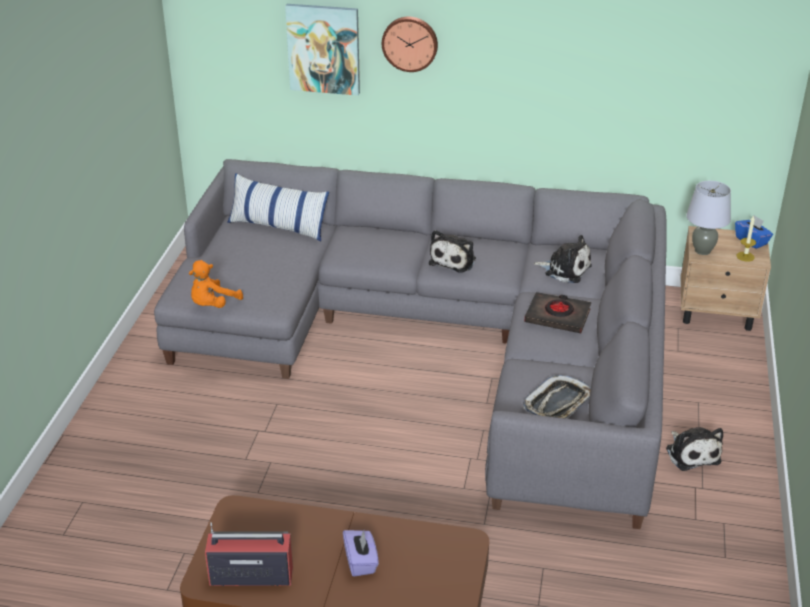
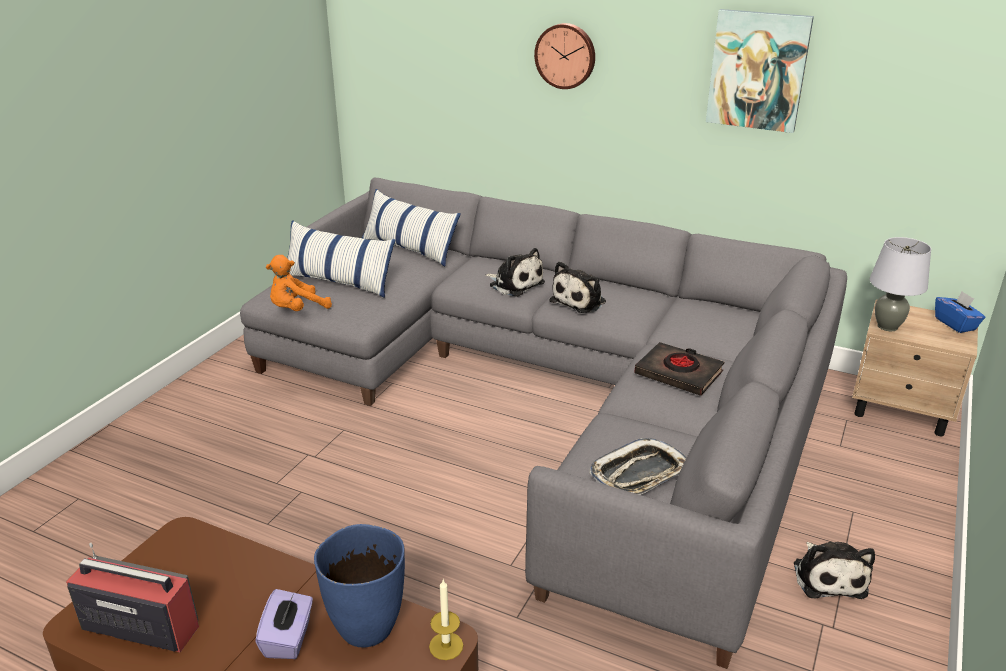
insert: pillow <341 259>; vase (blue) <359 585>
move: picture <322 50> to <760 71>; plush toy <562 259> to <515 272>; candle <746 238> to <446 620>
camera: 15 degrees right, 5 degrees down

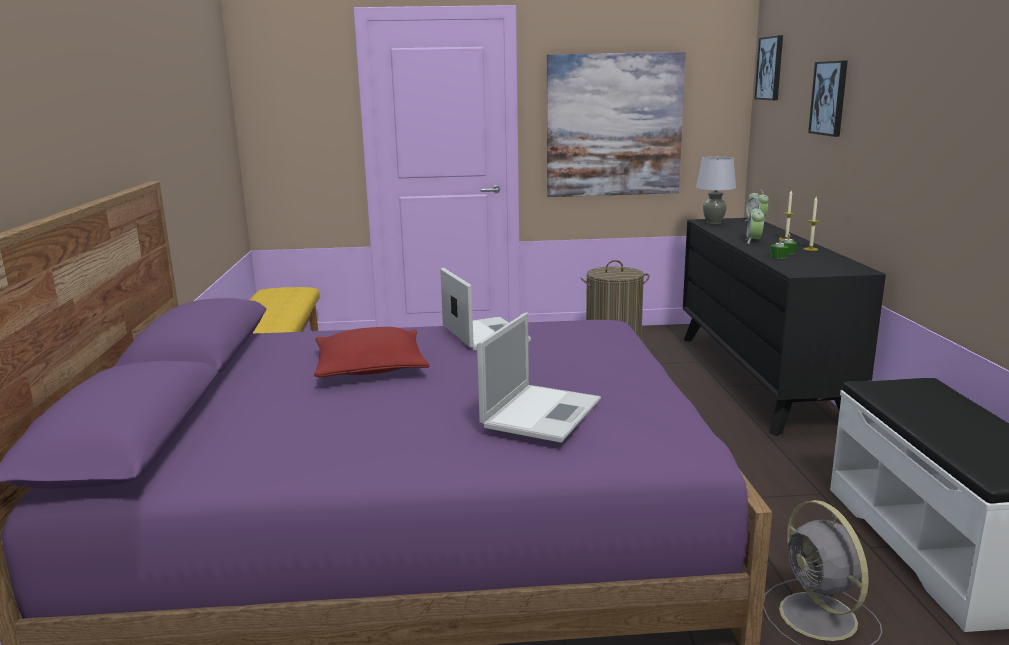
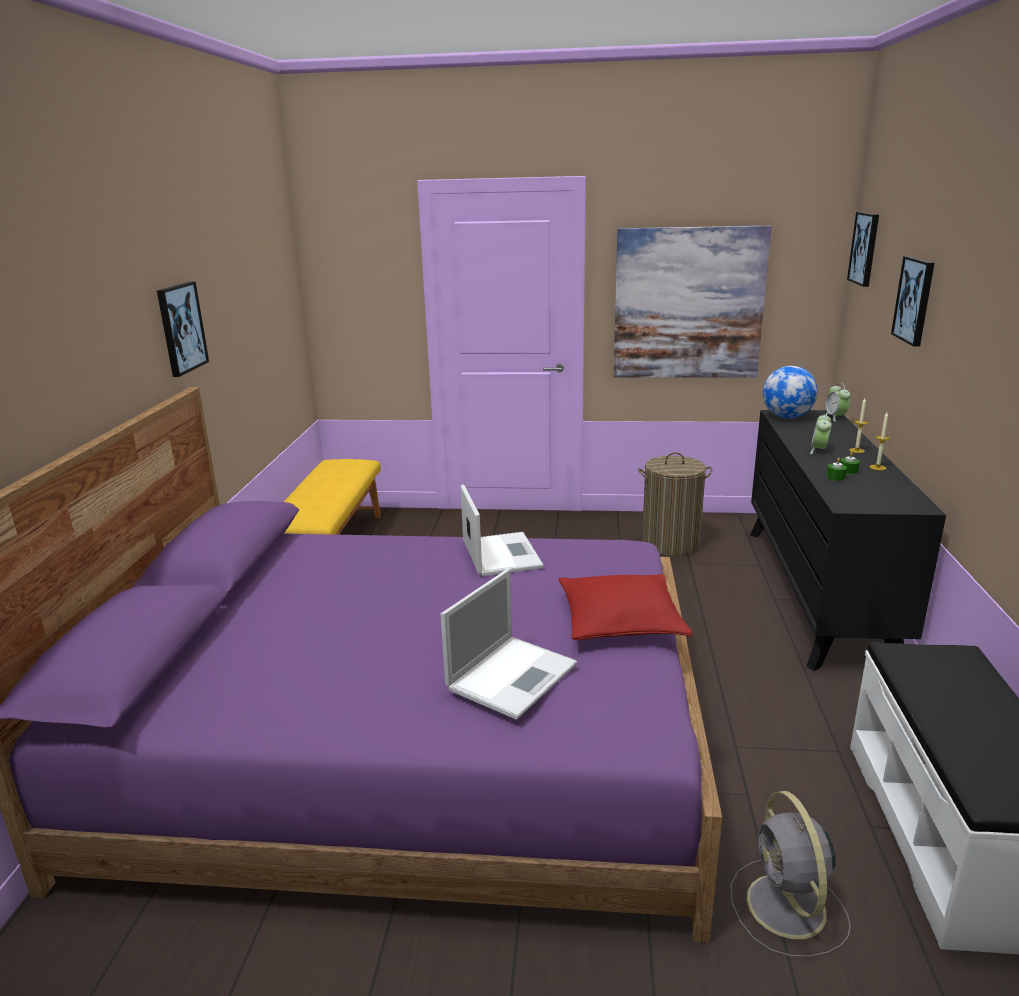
insert: picture <183 329>
move: pillow (red) <372 352> to <626 607>
replace: table lamp (grey) <716 190> to globe <790 392>
camera: 10 degrees right, 5 degrees up

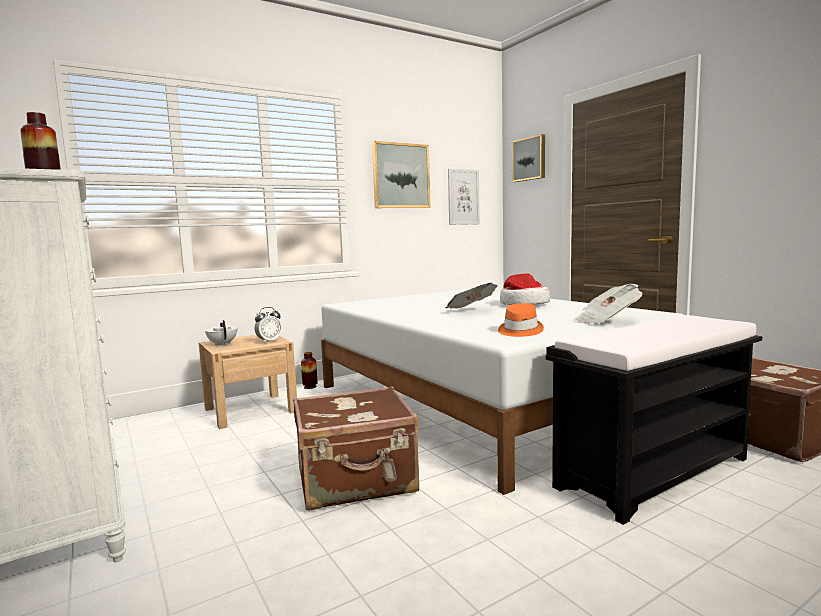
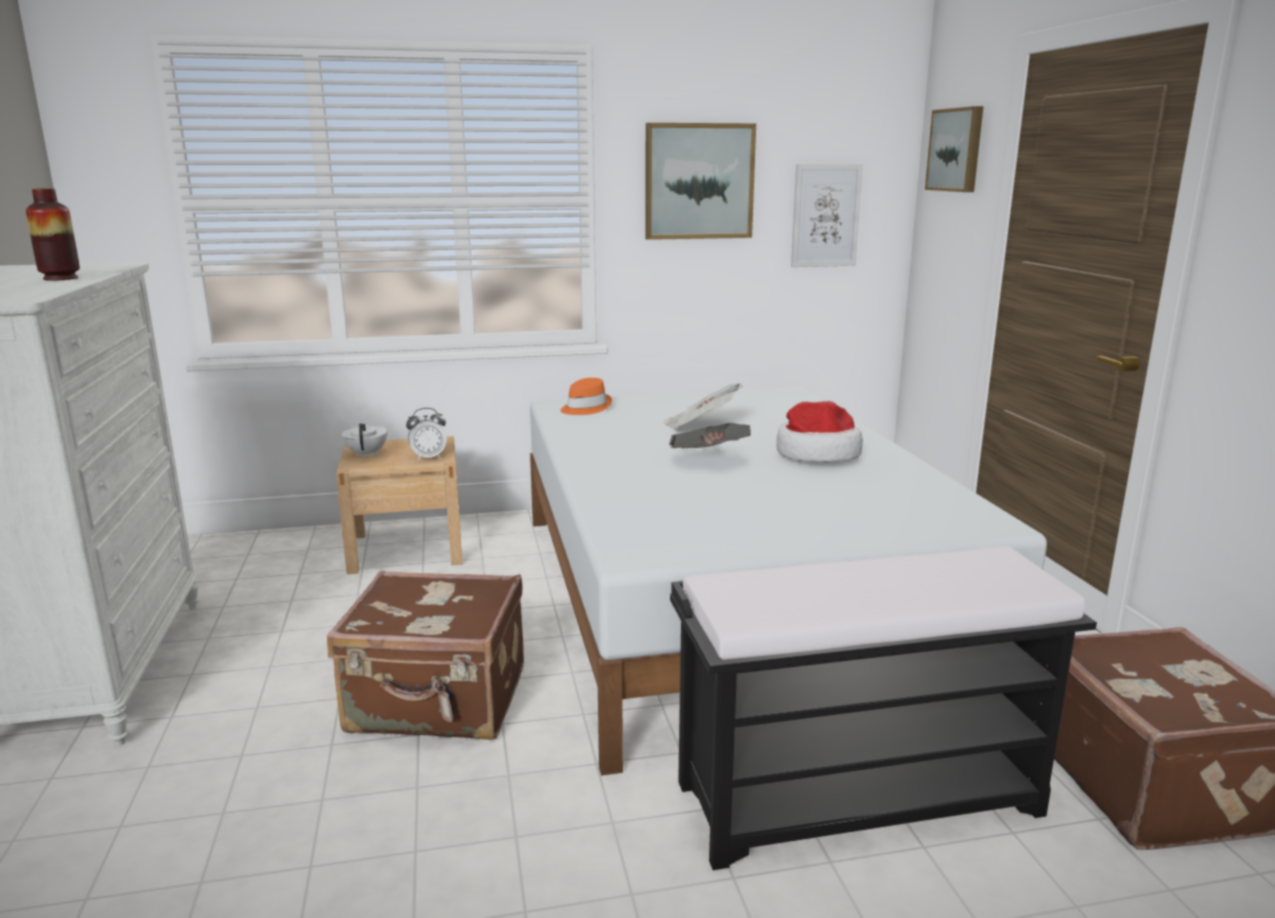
delete: vase <309 370>
move: hat (orange) <521 320> to <586 396>; newspaper <607 303> to <703 406>
camera: 20 degrees right, 10 degrees up

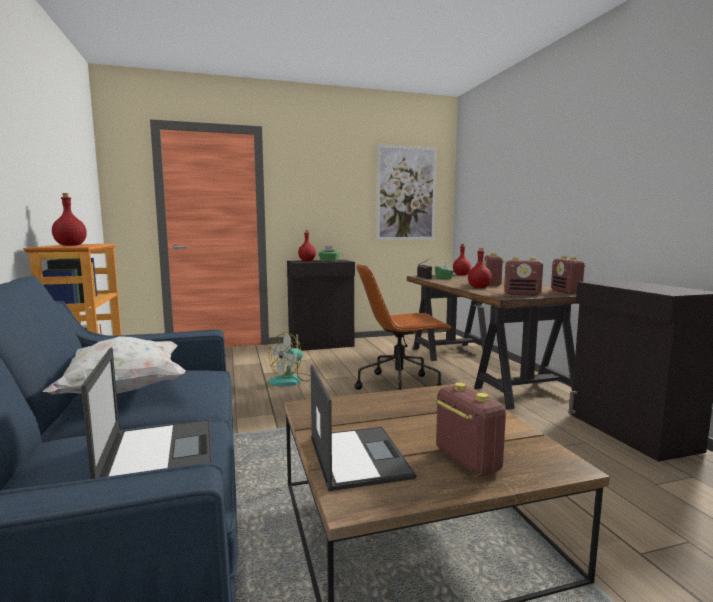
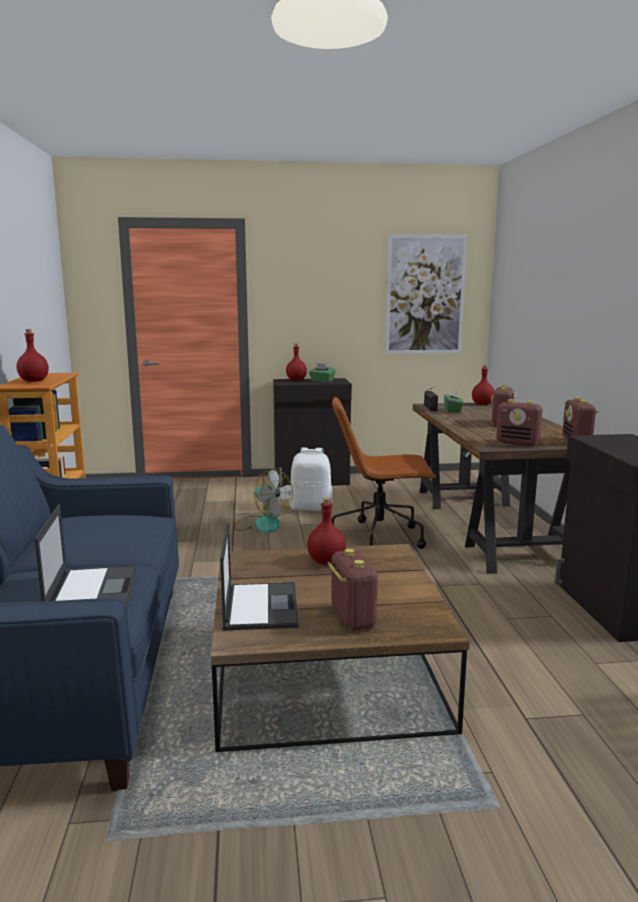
delete: pillow (white) <114 365>
insert: backpack (white) <311 479>
move: bottle (red) <480 268> to <326 531>
rotate: fan <289 359> = <263 500> 105 degrees counterclockwise
camera: 10 degrees right, 5 degrees up

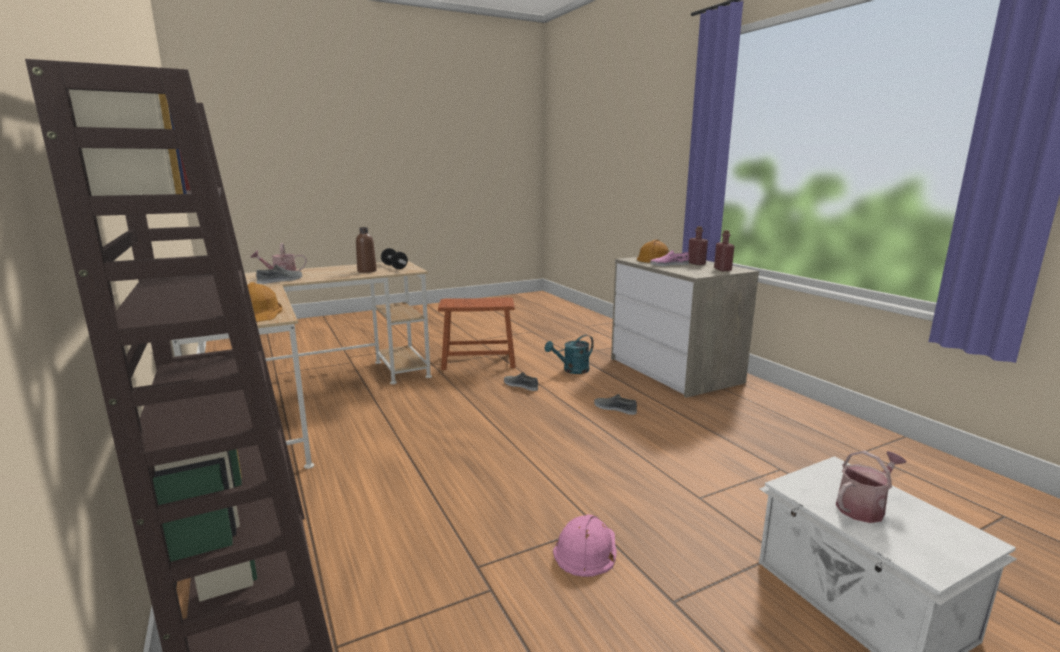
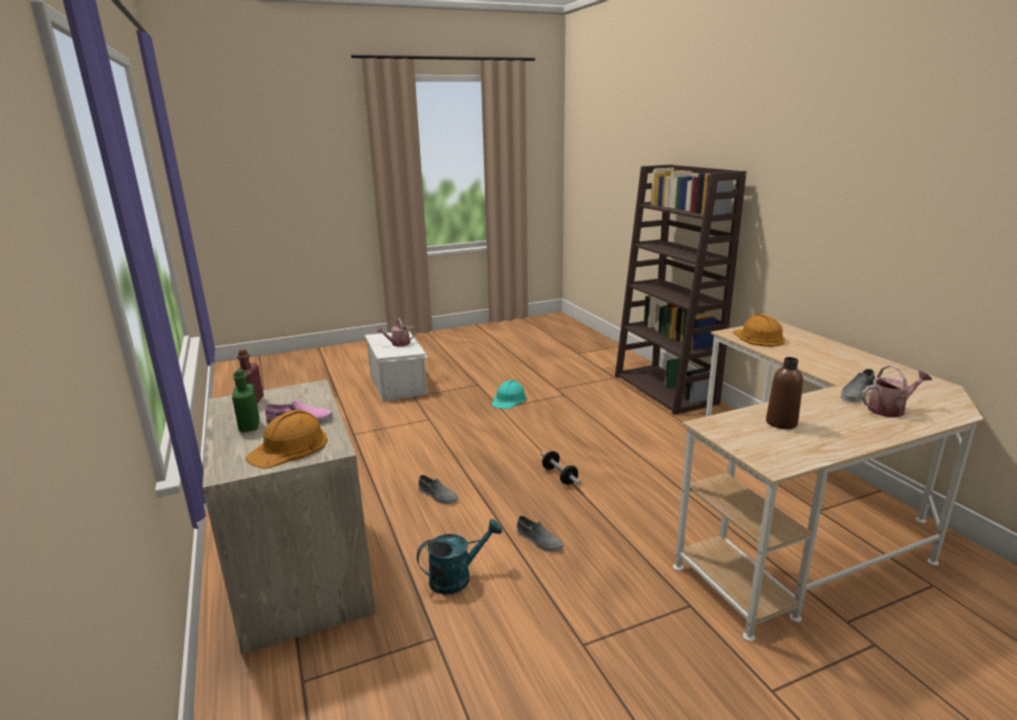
delete: stool (brown) <477 333>
move: dumbbell <394 258> to <561 468>
recolor: hard hat (pink) <585 545> to hard hat (turquoise) <509 394>; bottle (red) <698 245> to bottle (green) <245 400>
camera: 175 degrees left, 5 degrees up

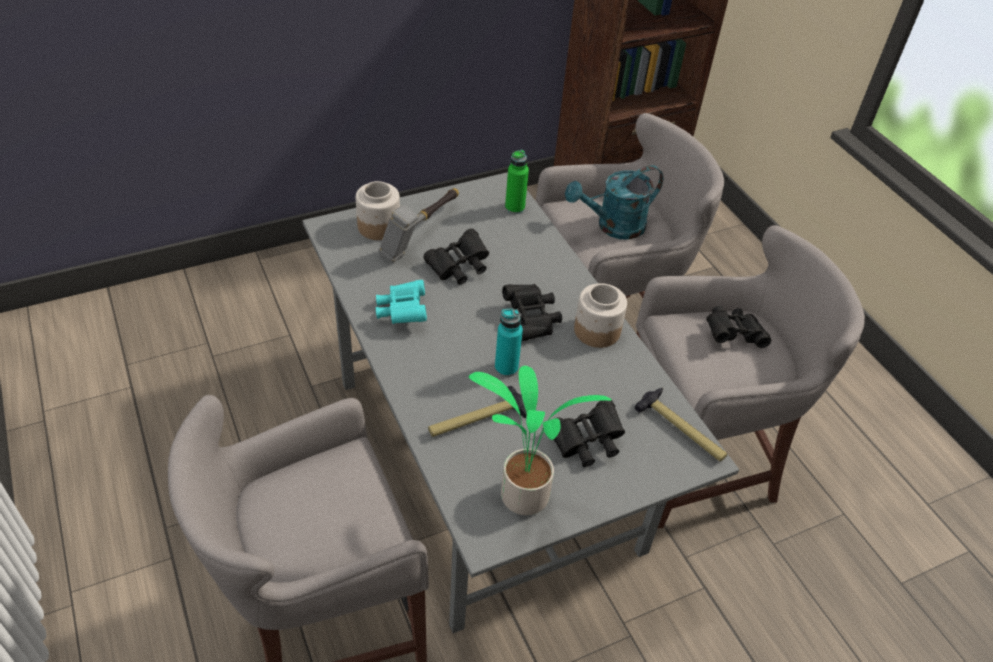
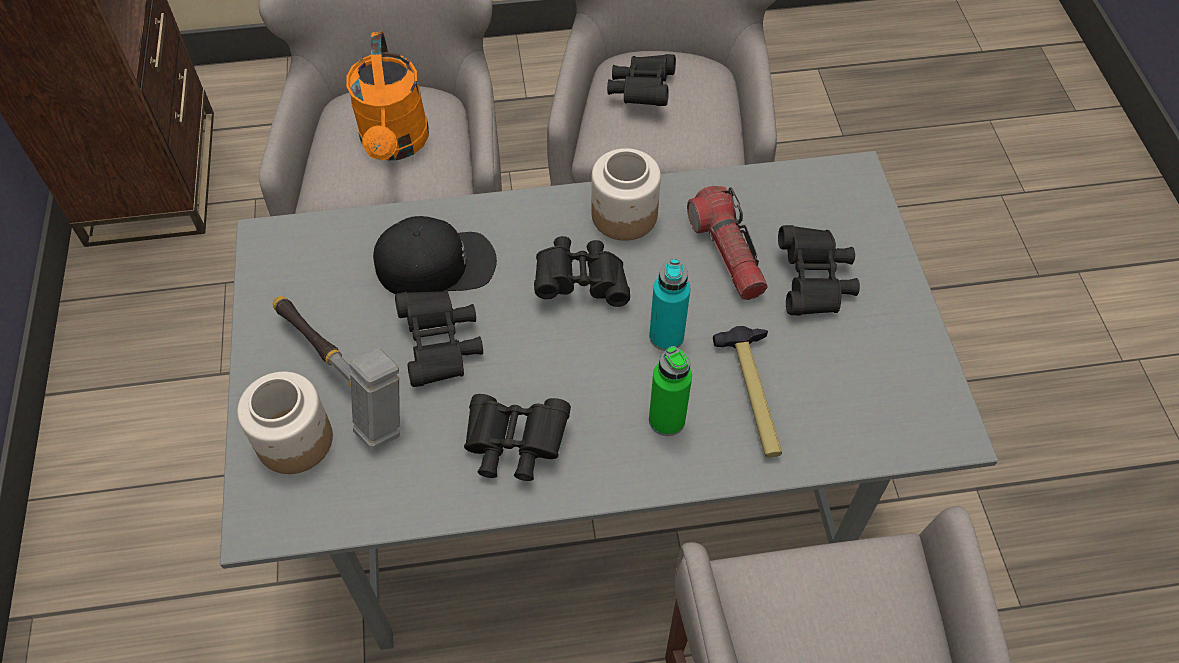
delete: potted plant <540 440>; hammer <681 425>
insert: cap (black) <435 255>; flashlight <727 243>
move: bottle (green) <517 182> to <670 391>
recolor: binoculars (turquoise) <401 302> to binoculars (black) <517 437>; watering can (turquoise) <614 202> to watering can (orange) <387 96>
camera: 70 degrees left, 10 degrees up

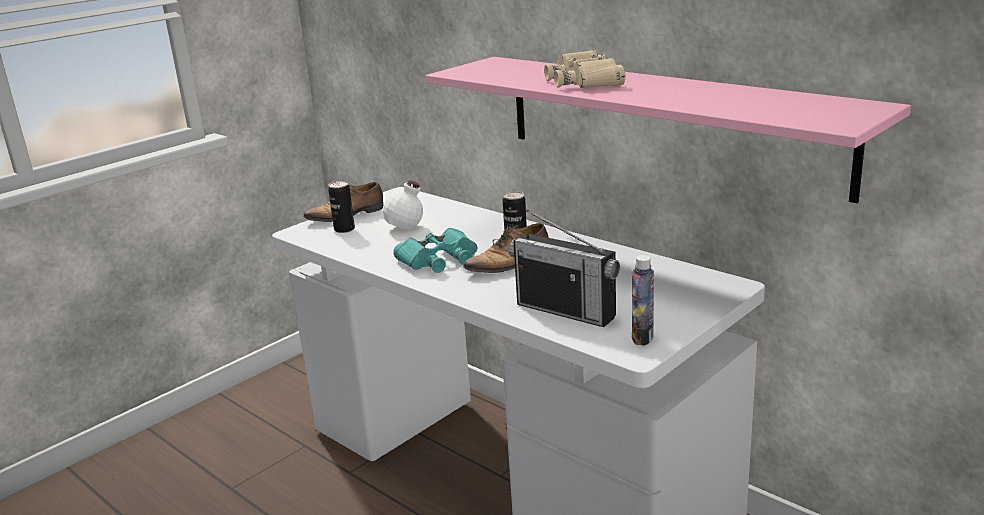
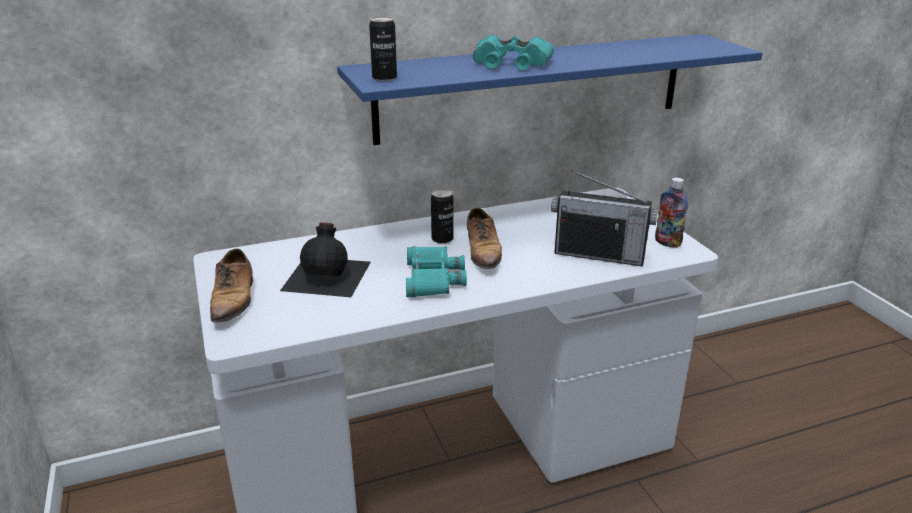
move: can <341 207> to <383 48>
recolor: bottle (white) <408 212> to bottle (black) <325 259>; shelf (pink) <668 130> to shelf (blue) <550 89>; binoculars (beige) <584 69> to binoculars (turquoise) <513 53>
rotate: radio <564 268> = <604 218> 45 degrees clockwise
camera: 65 degrees left, 5 degrees up

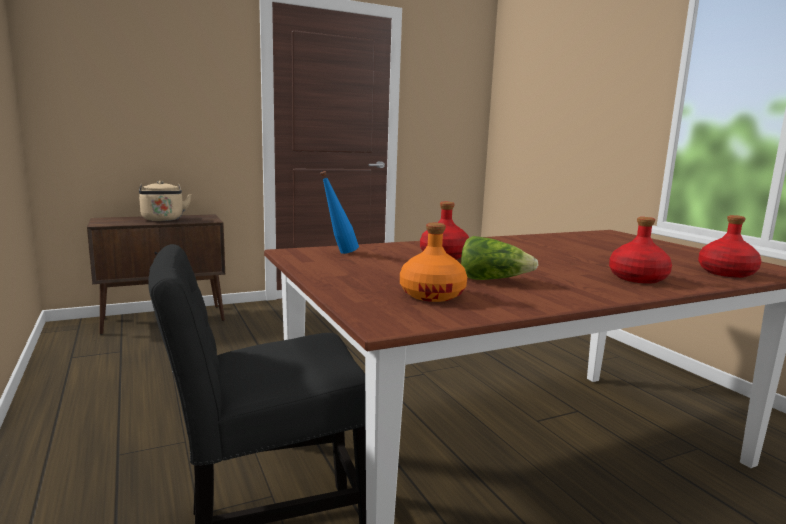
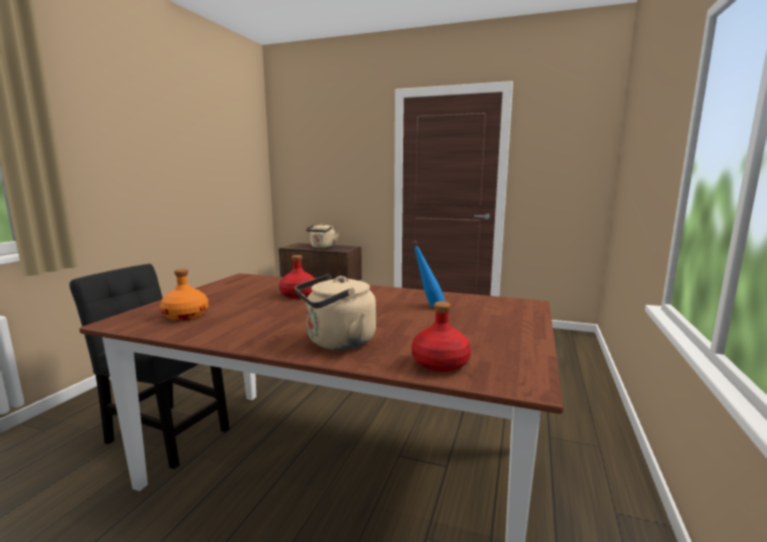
delete: lettuce <500 258>
move: bottle (blue) <339 212> to <429 274>
replace: bottle (red) <640 250> to kettle (beige) <335 312>
camera: 45 degrees right, 0 degrees up

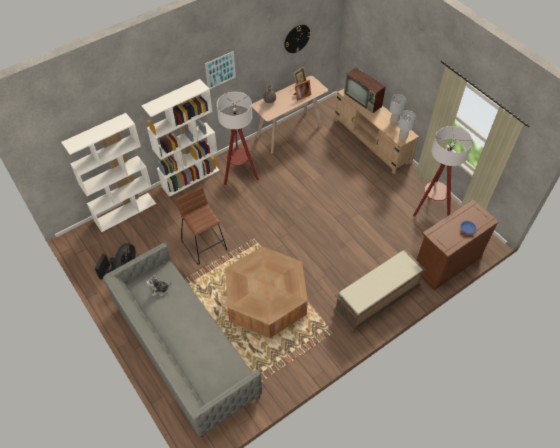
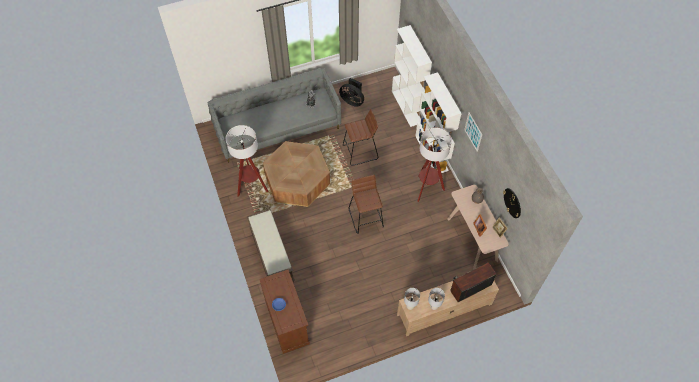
insert: stool (brown) <366 204>
move: floor lamp <443 171> to <247 161>
camera: 105 degrees right, 5 degrees up

